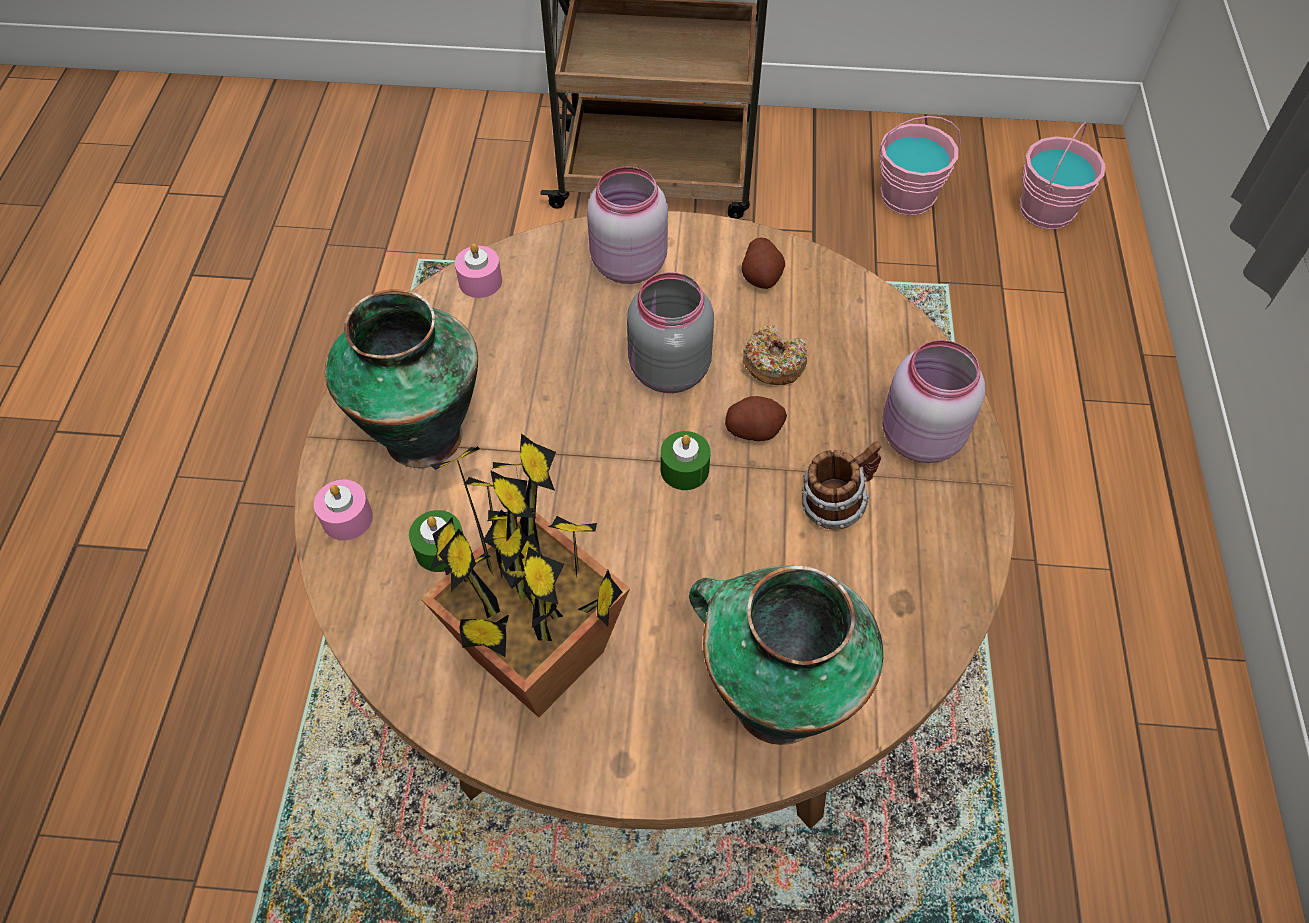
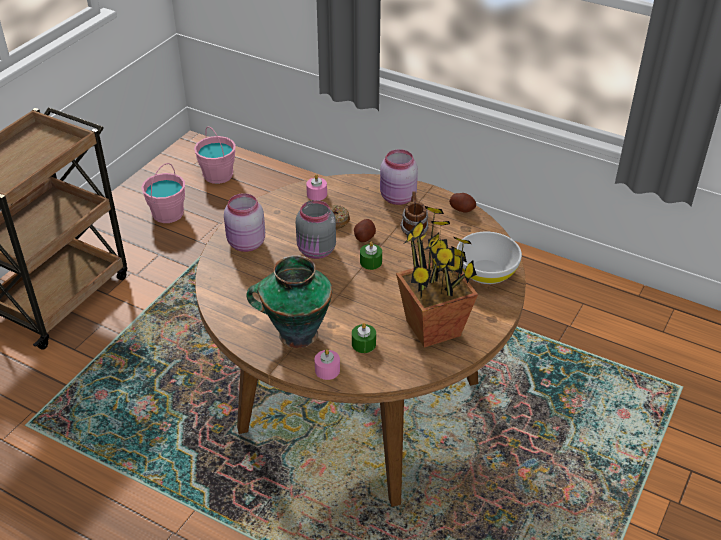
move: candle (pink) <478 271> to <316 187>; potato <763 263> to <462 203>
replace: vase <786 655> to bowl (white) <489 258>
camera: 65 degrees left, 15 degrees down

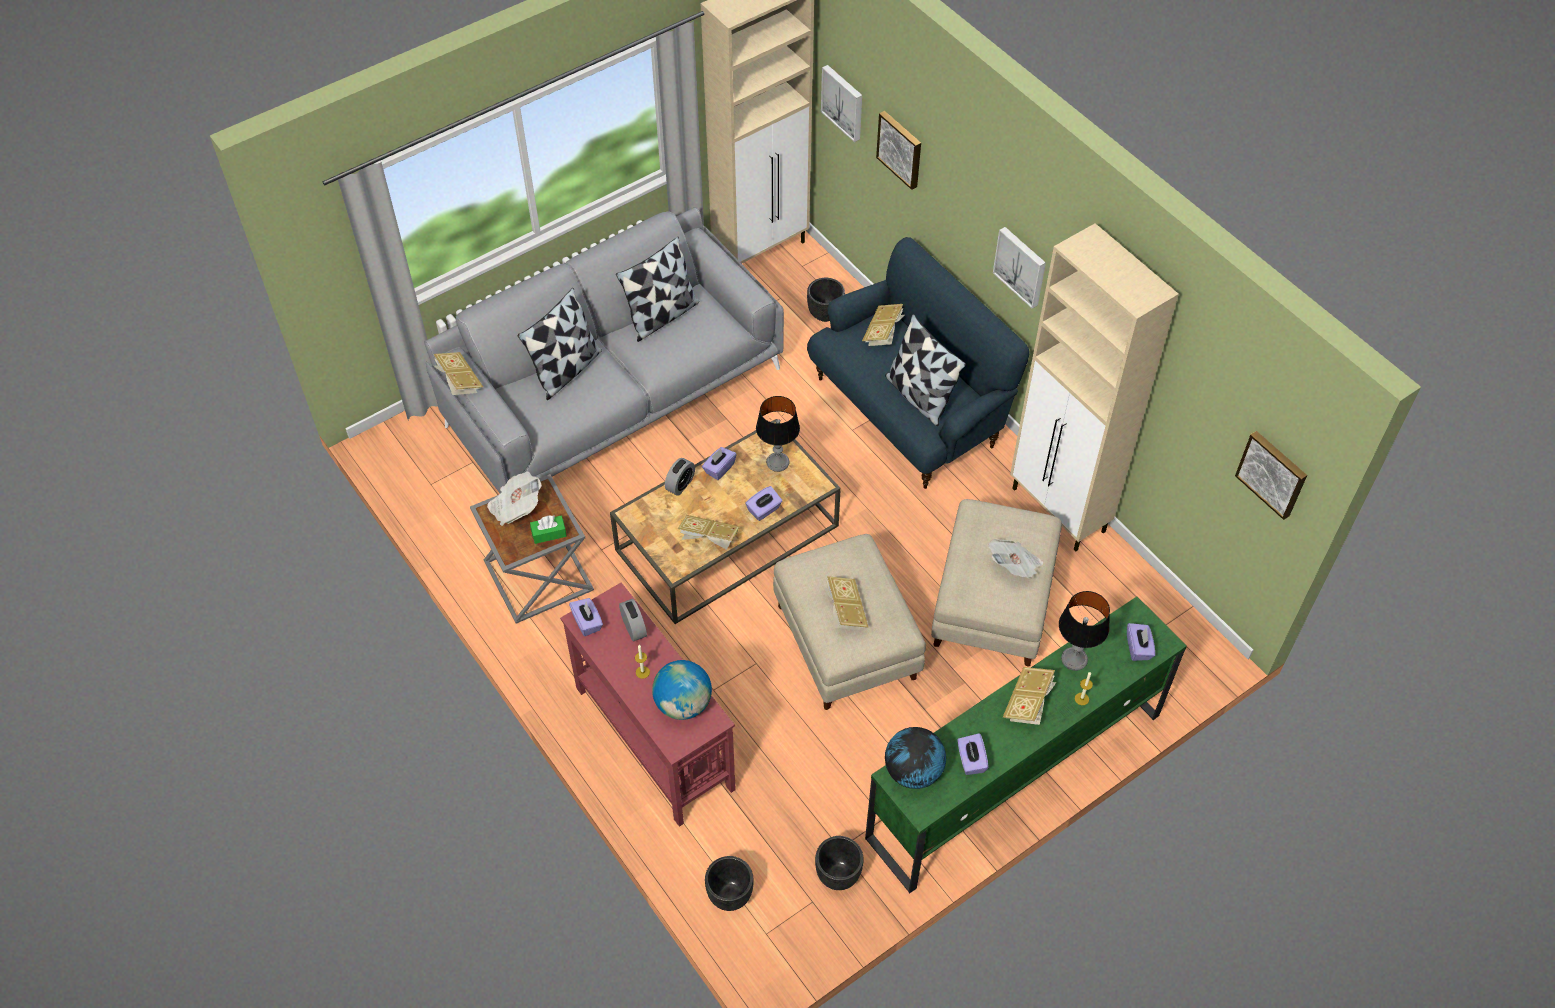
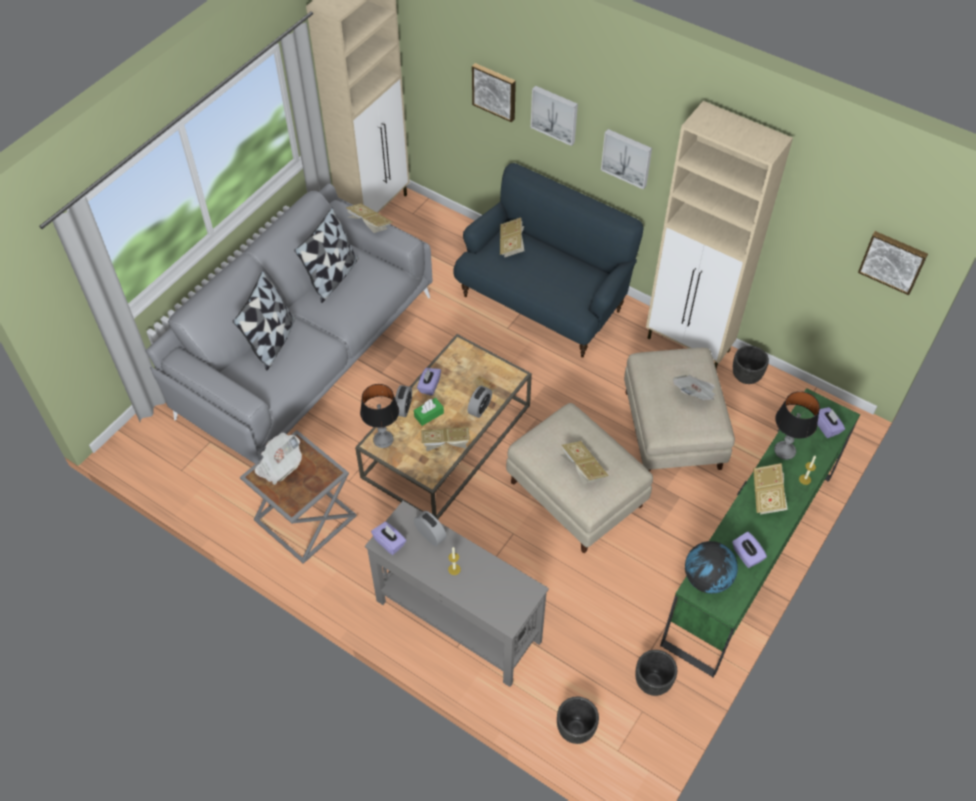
delete: globe <682 690>; pillow <925 370>
move: book <458 373> to <369 218>; tissue box (green) <548 529> to <429 412>; table lamp <778 434> to <379 416>; planter (black) <826 300> to <751 364>; picture <841 103> to <554 116>
replace: tissue box (purple) <763 503> to alarm clock <479 402>
recolor: console table (red) <648 704> to console table (grey) <457 594>
camera: 20 degrees left, 0 degrees up

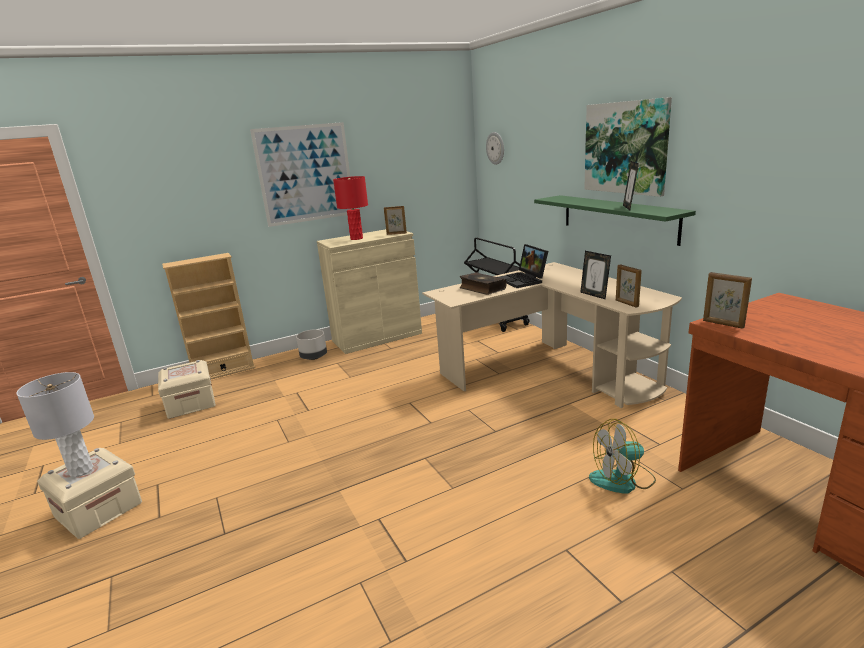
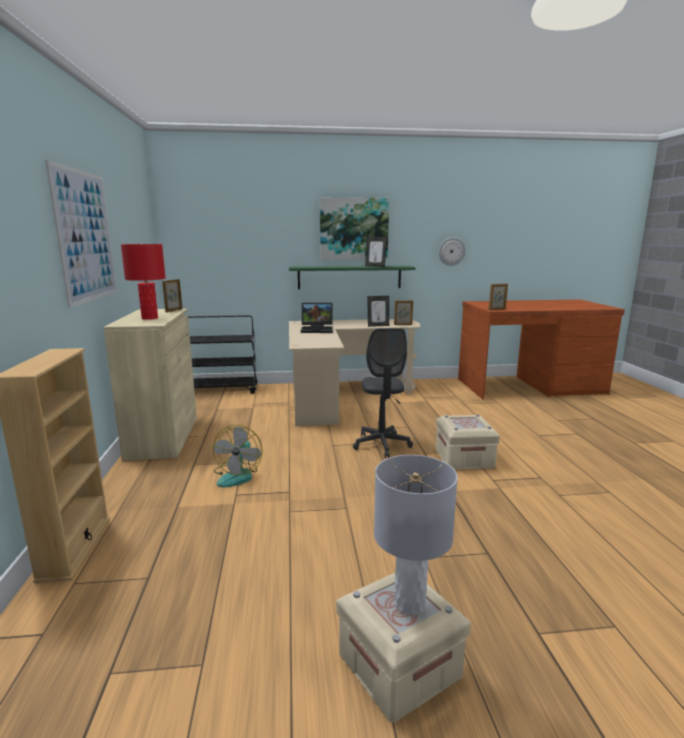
delete: planter (grey) <311 344>; book <483 283>
insert: office chair (grey) <383 393>
move: storage box (beige) <187 389> to <468 442>; wall clock <495 148> to <452 251>; fan <622 456> to <238 456>
camera: 70 degrees left, 5 degrees down

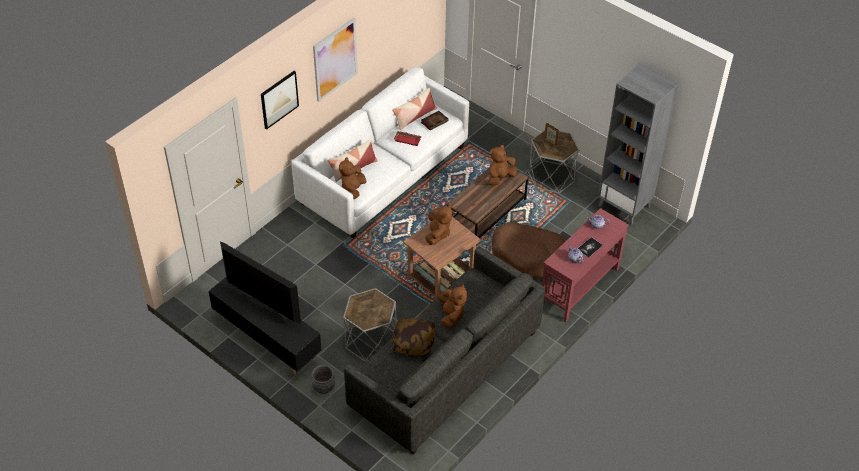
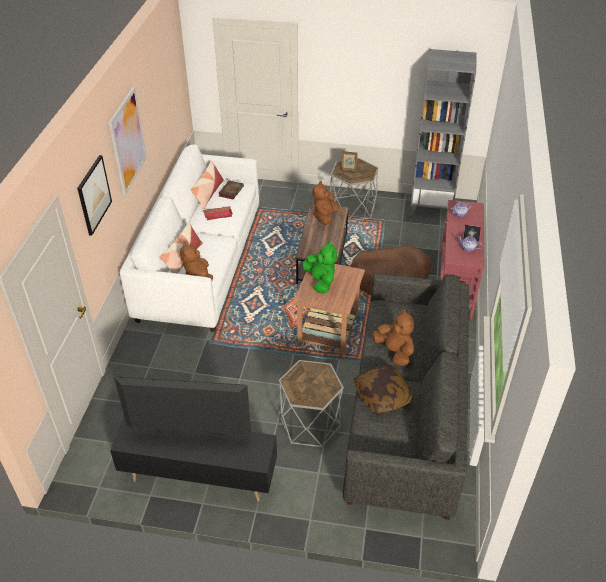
delete: planter (grey) <323 379>
recolor: plush toy (brown) <438 225> to plush toy (green) <319 267>
camera: 30 degrees left, 5 degrees down

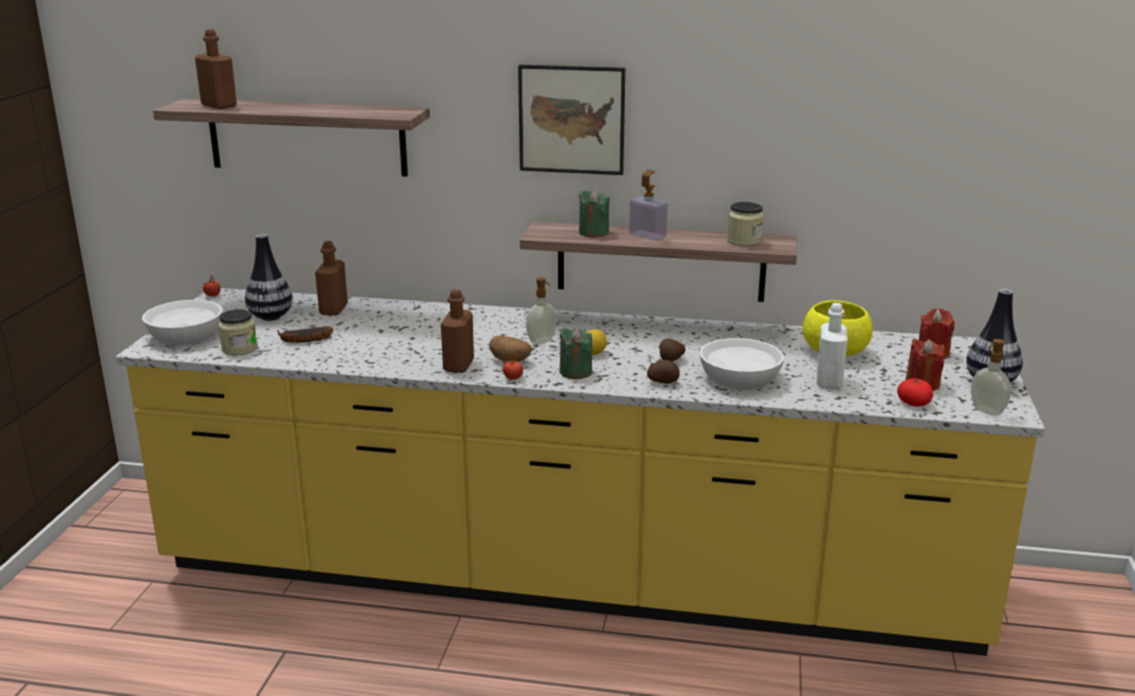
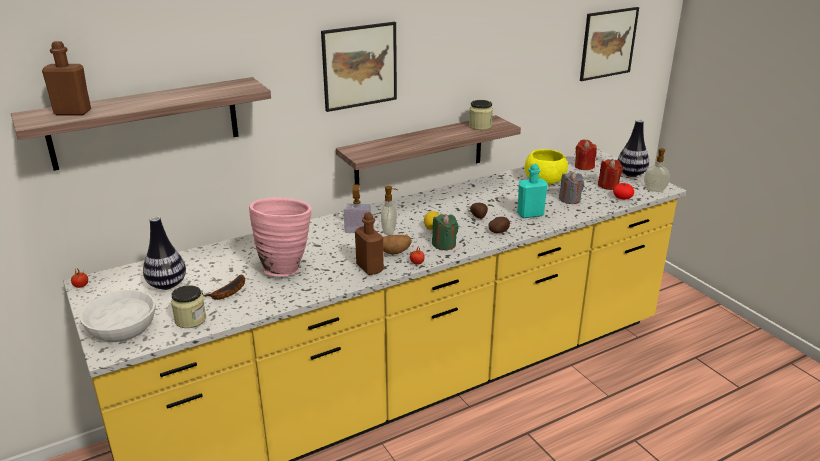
delete: bottle (brown) <331 278>; candle (green) <594 214>
insert: vase (pink) <280 237>; picture <609 44>
move: soap dispenser <648 205> to <357 208>
replace: bowl (white) <741 364> to bottle (turquoise) <532 191>; bottle (white) <832 346> to candle (grey) <571 188>
camera: 40 degrees left, 5 degrees up

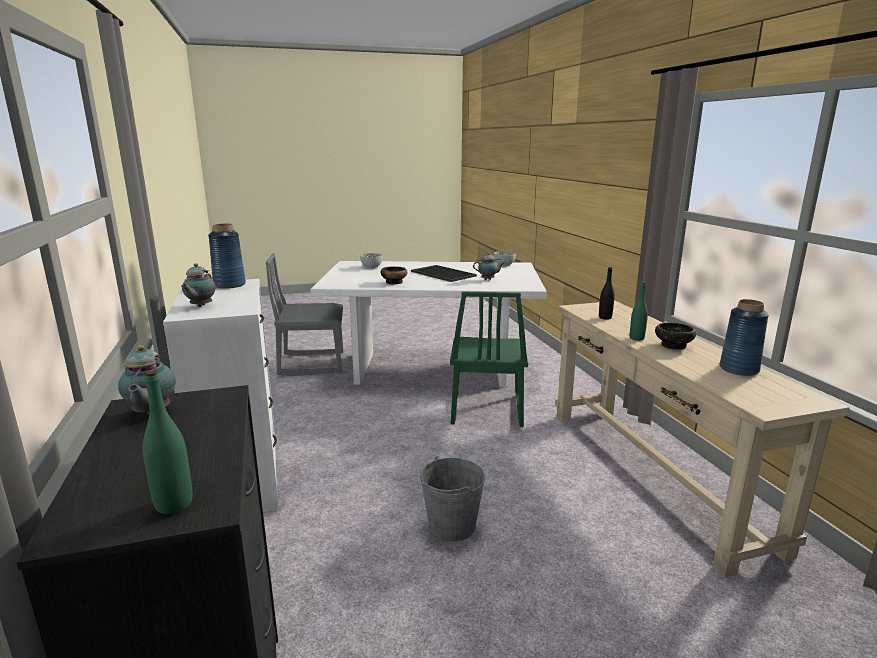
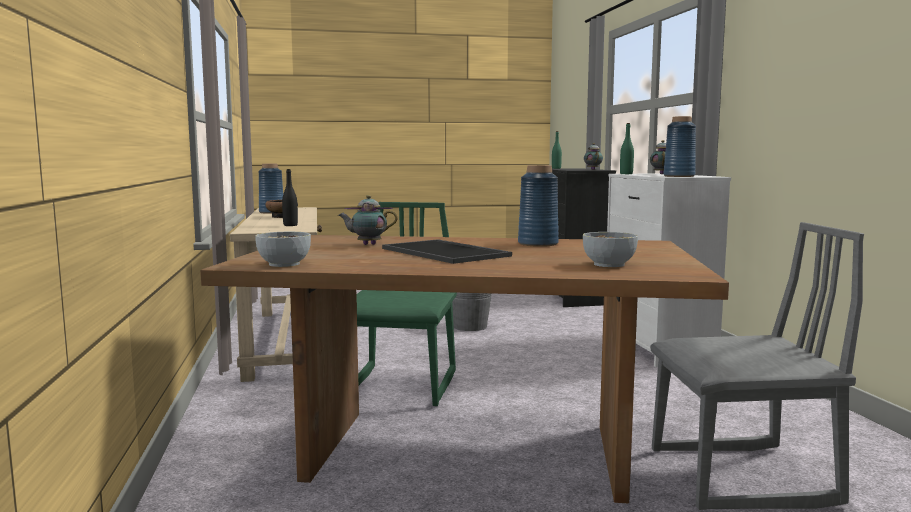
move: bottle (green) <639 311> to <627 148>
replace: bowl <393 275> to vase (blue) <538 206>
recolor: dining table (white) <428 324> to dining table (brown) <464 369>
camera: 175 degrees left, 10 degrees down

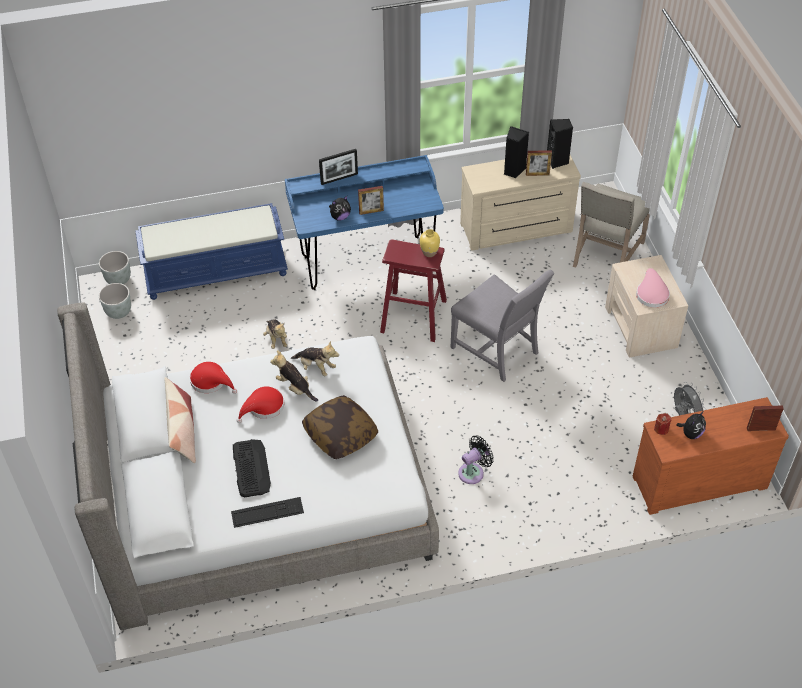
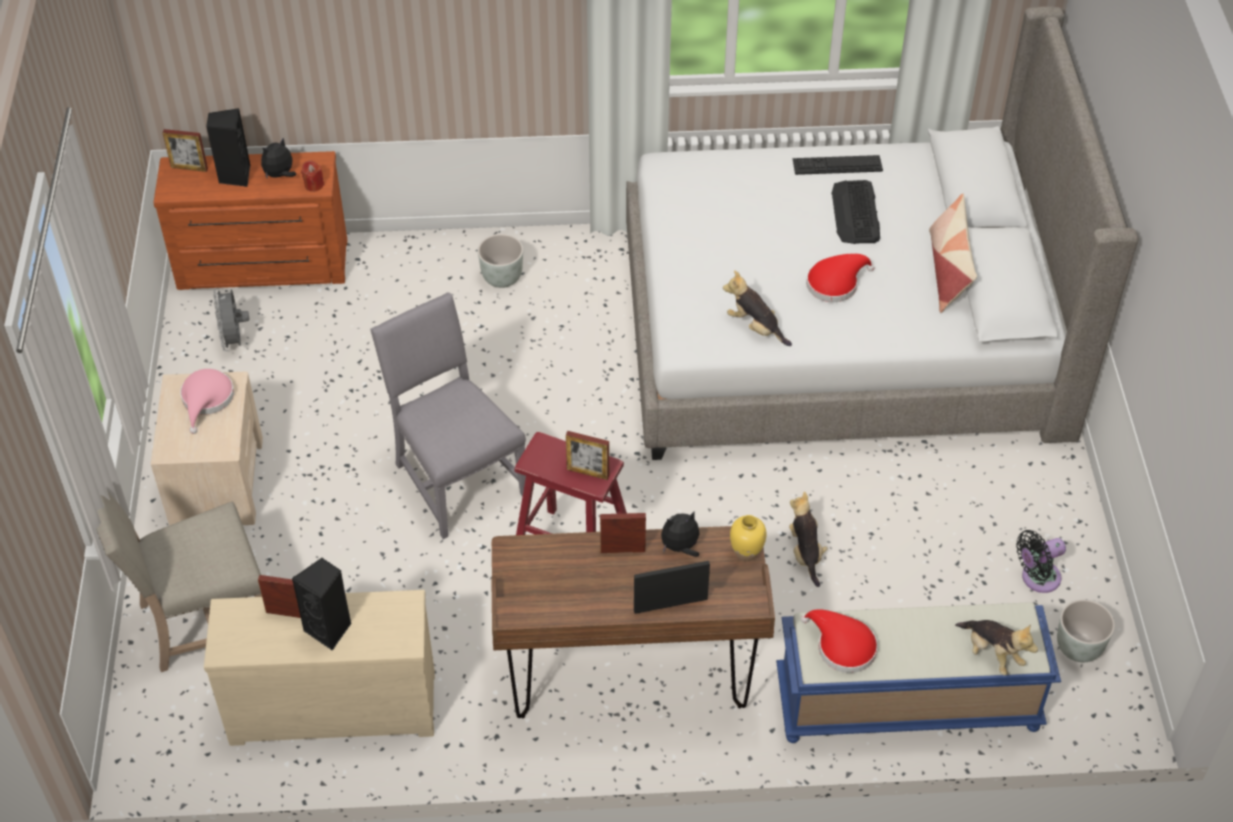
delete: pillow <340 427>
insert: picture frame <587 455>
move: planter (grey) <115 267> to <500 261>; hat (red) <213 378> to <839 641>; plush toy <294 376> to <996 648>; vase (yellow) <430 243> to <748 538>; fan (black) <476 459> to <1041 561>; speaker (black) <560 144> to <228 147>
recolor: desk (blue) <364 222> to desk (brown) <633 622>
rotate: chair (beige) <611 225> = <179 581> 150 degrees counterclockwise
camera: 170 degrees left, 0 degrees up

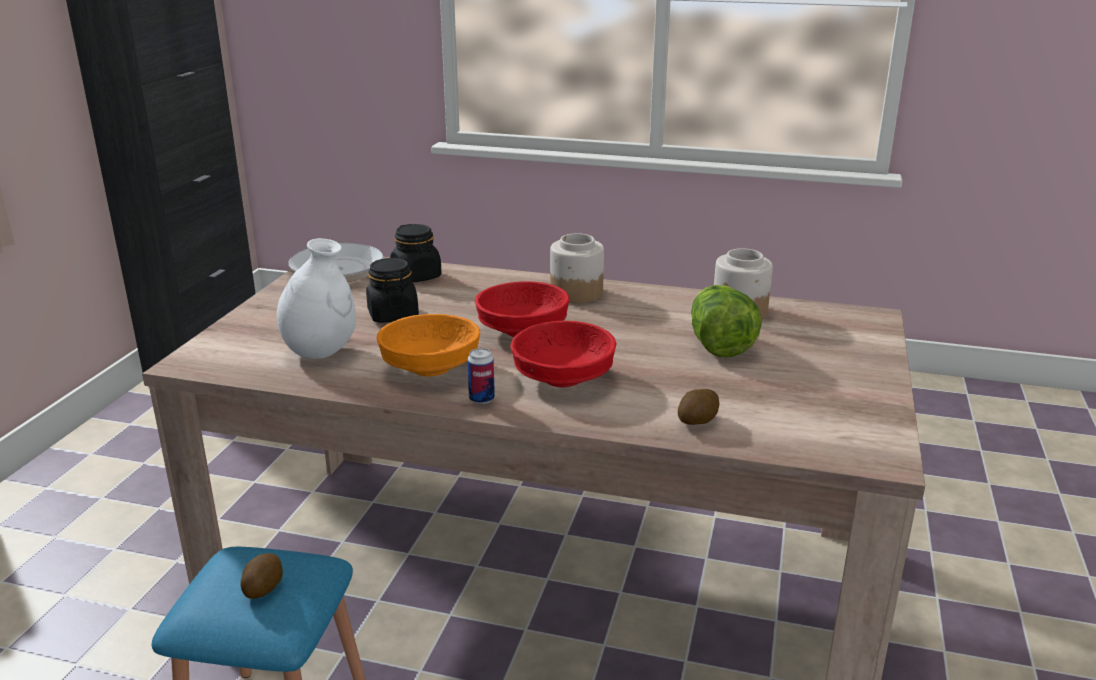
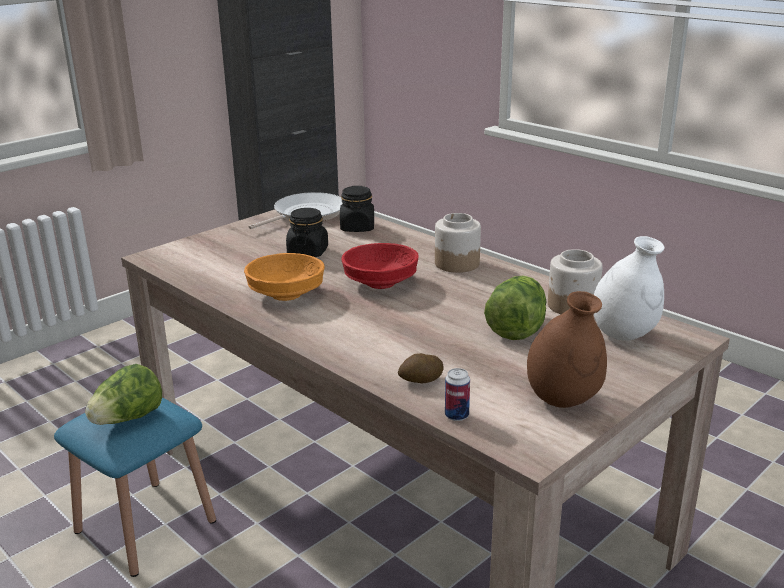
delete: bowl (red) <563 354>
insert: vase (brown) <567 349>
move: vase (white) <316 298> to <629 288>; can <481 376> to <457 394>
replace: potato <261 576> to lettuce <123 394>
camera: 30 degrees right, 0 degrees up

